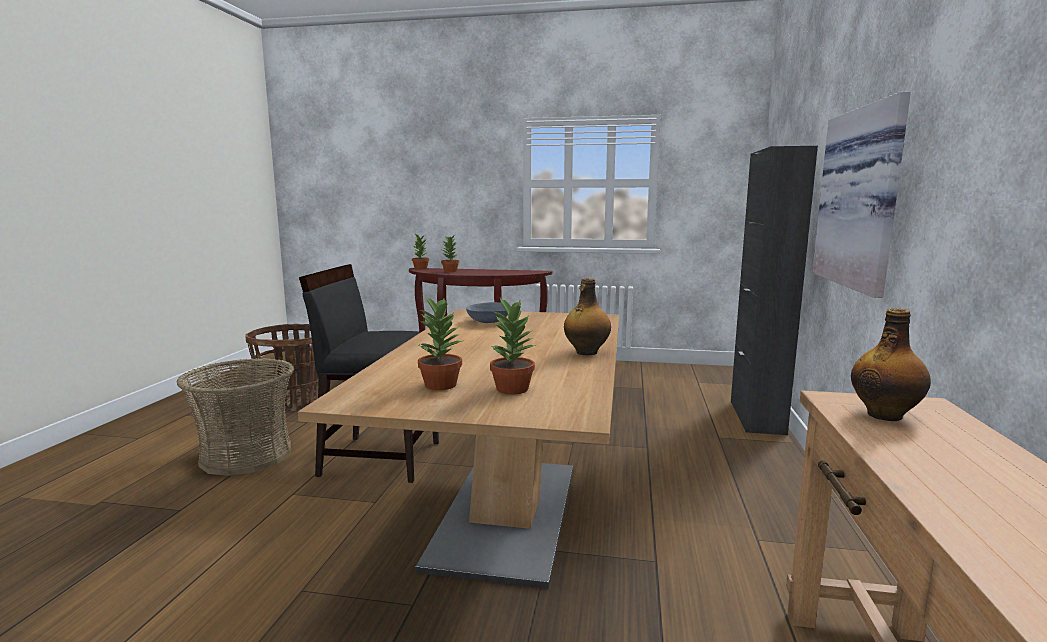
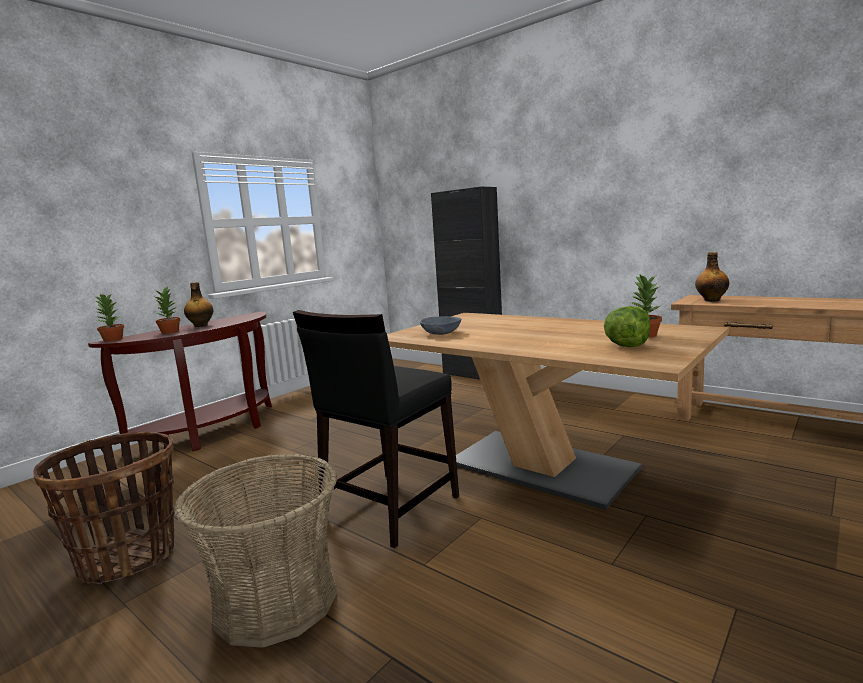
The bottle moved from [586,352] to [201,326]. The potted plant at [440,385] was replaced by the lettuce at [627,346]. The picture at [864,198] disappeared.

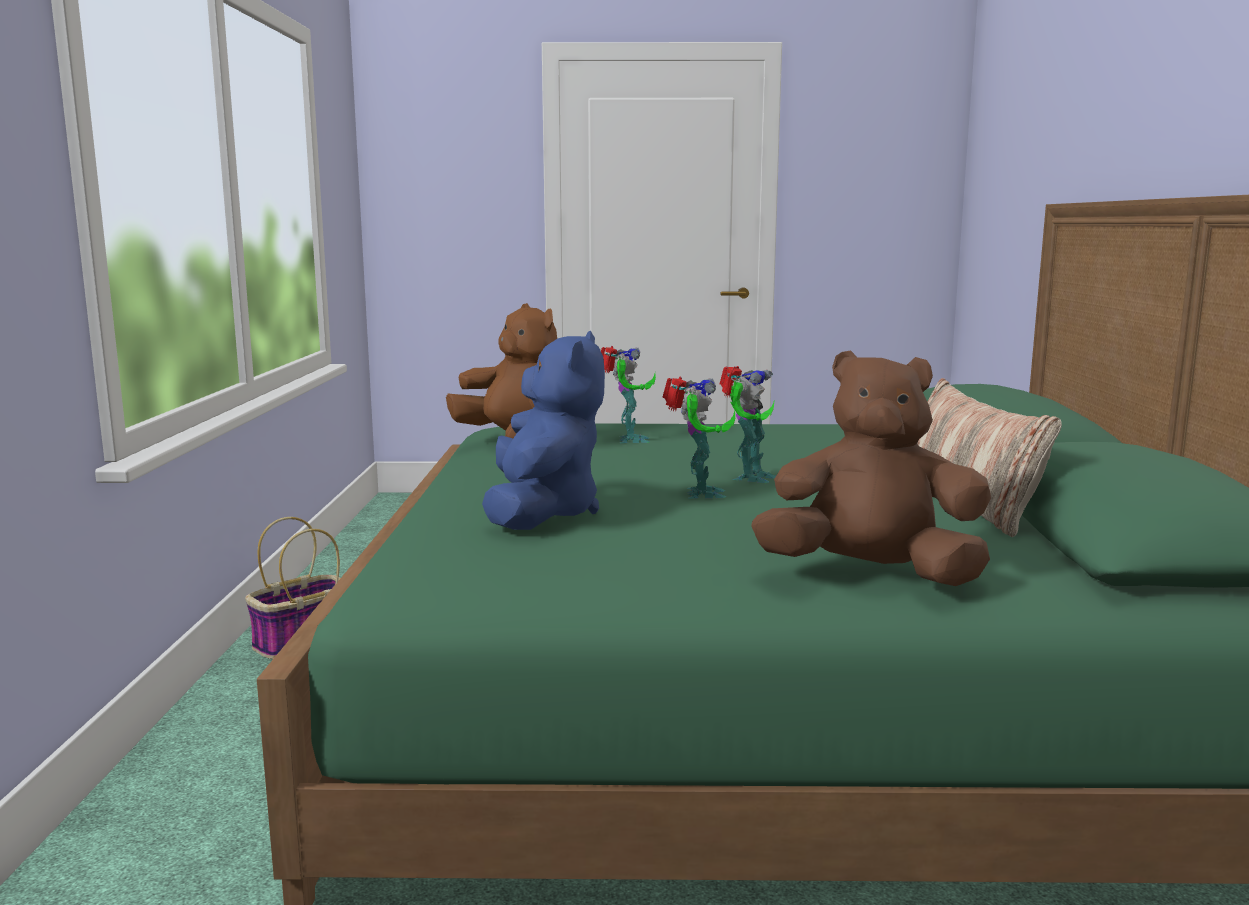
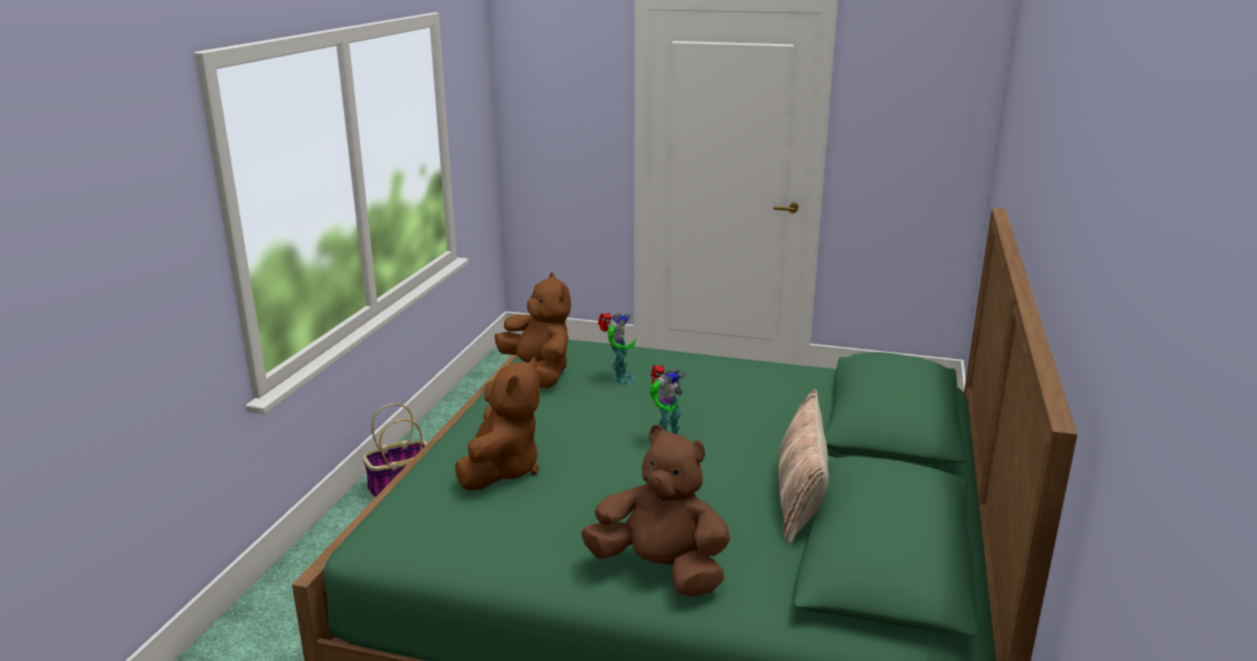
The blue plush toy at [542,513] became the brown plush toy at [502,469]. The toy robot at [699,494] disappeared.

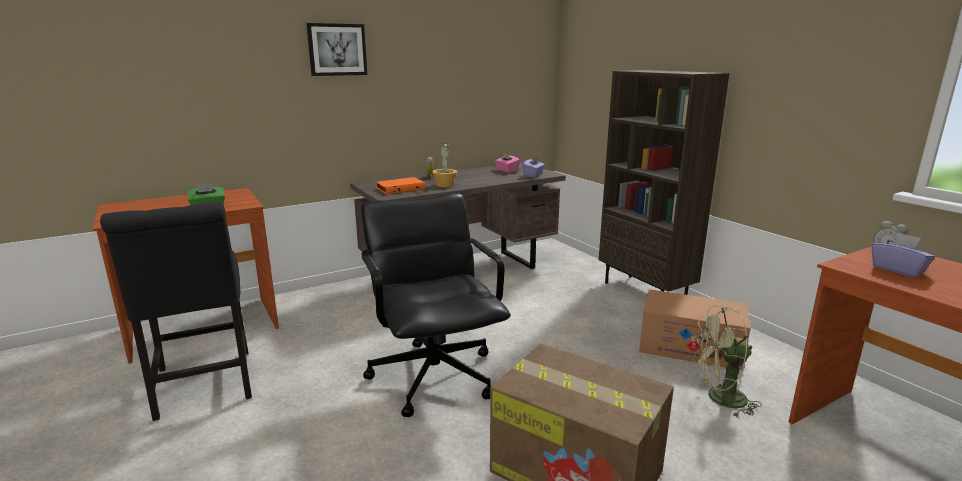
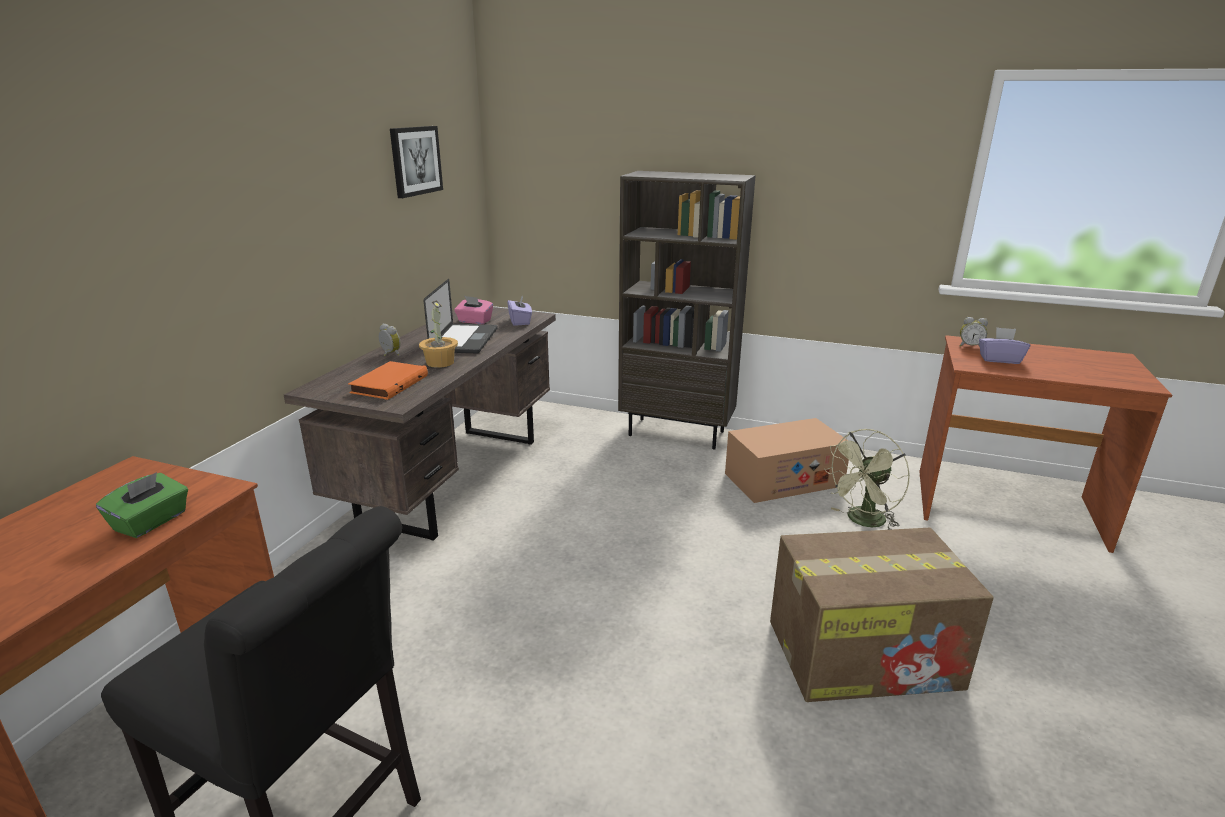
The picture moved from [337,49] to [415,161]. The laptop at [464,340] appeared. The black office chair at [434,375] disappeared.

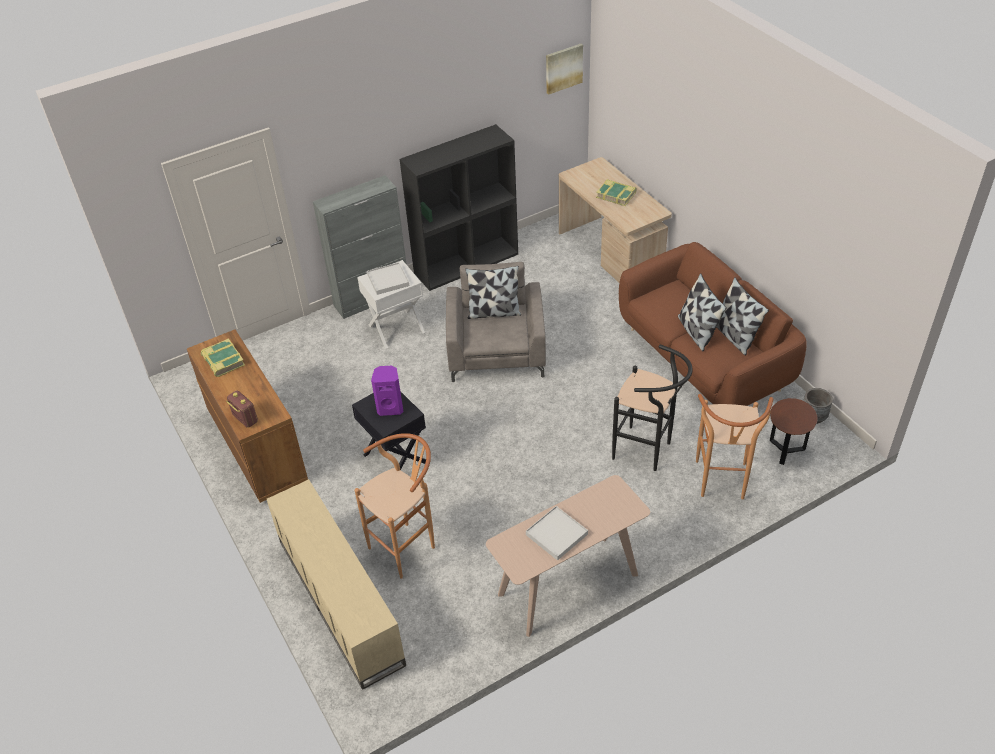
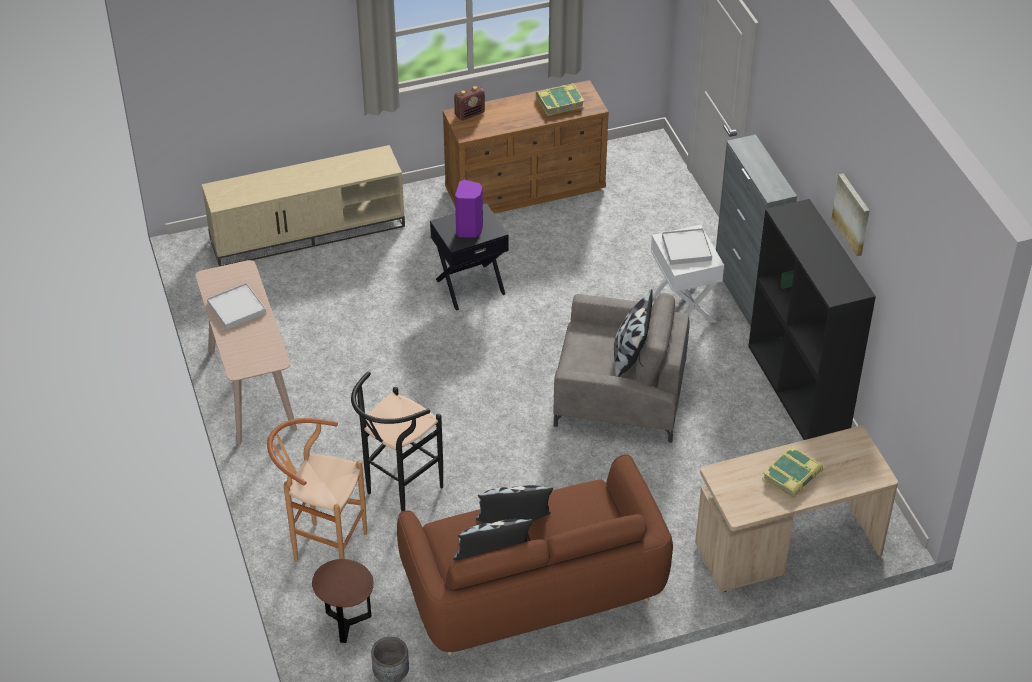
The picture moved from [563,68] to [852,214]. The brown stool at [407,545] disappeared.

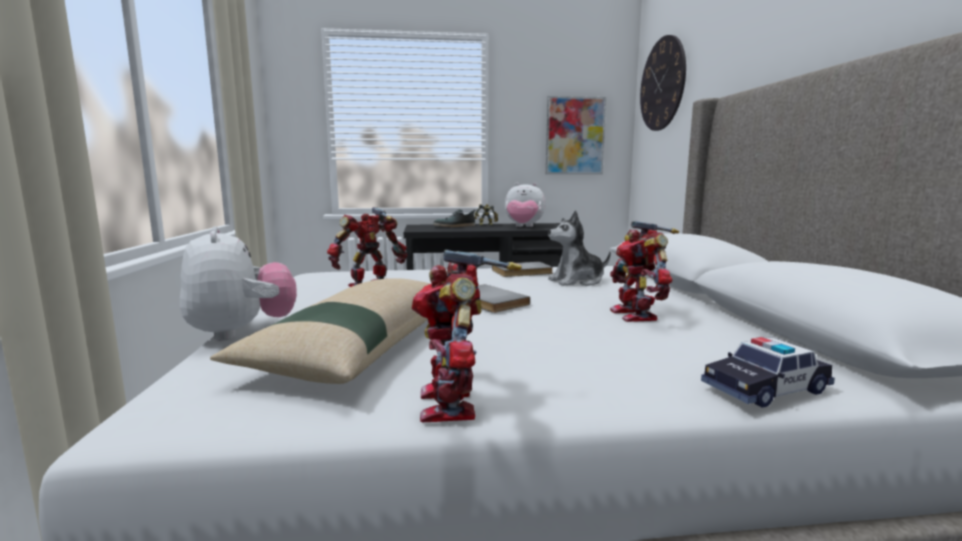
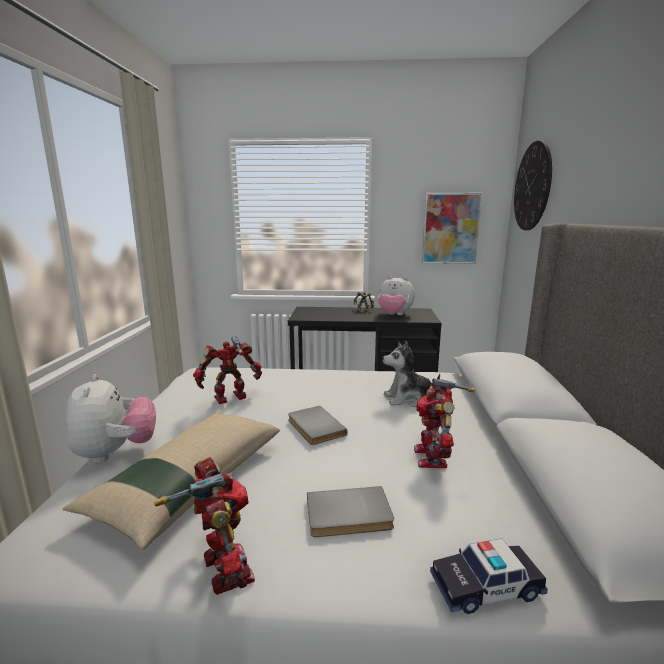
The toy robot at [453,404] turned 150 degrees clockwise. The grey book moved from [523,272] to [349,516]. The shoe at [455,226] disappeared.

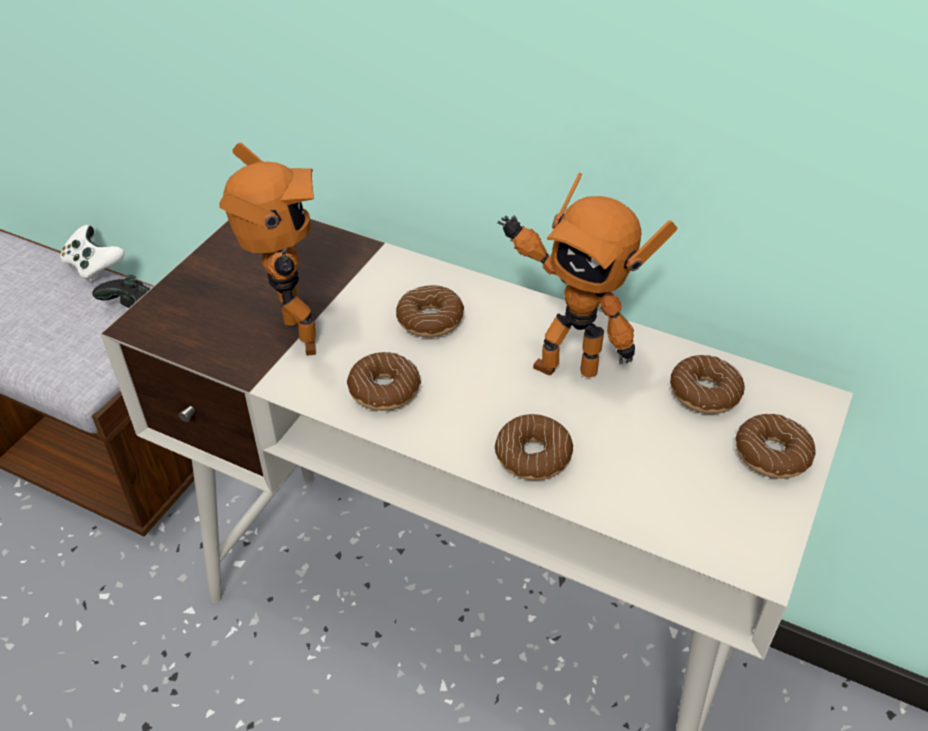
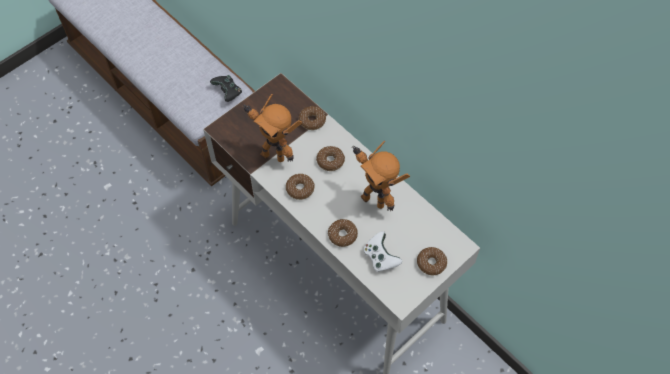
The toy robot at [292,340] turned 120 degrees clockwise. The donut moved from [704,393] to [312,121]. The white game controller moved from [94,266] to [380,257].

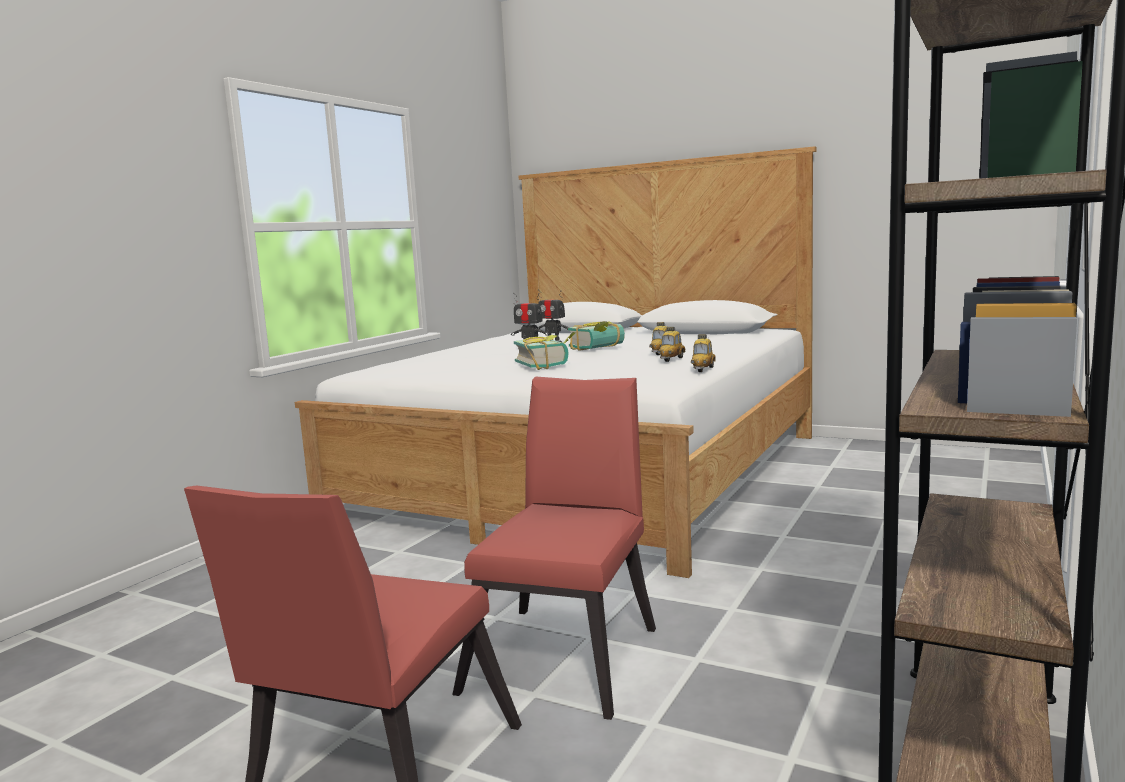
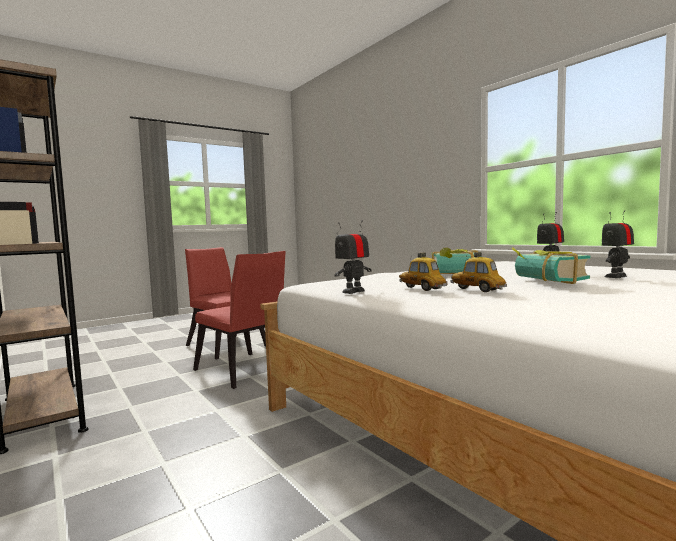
The toy car at [702,369] was replaced by the toy robot at [353,292].

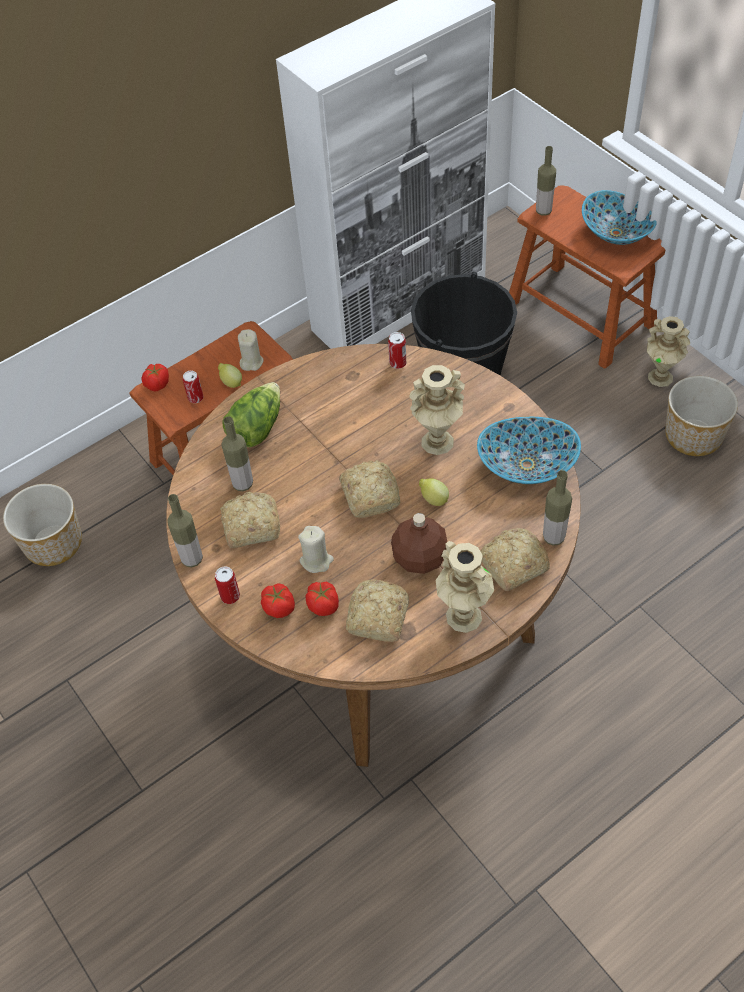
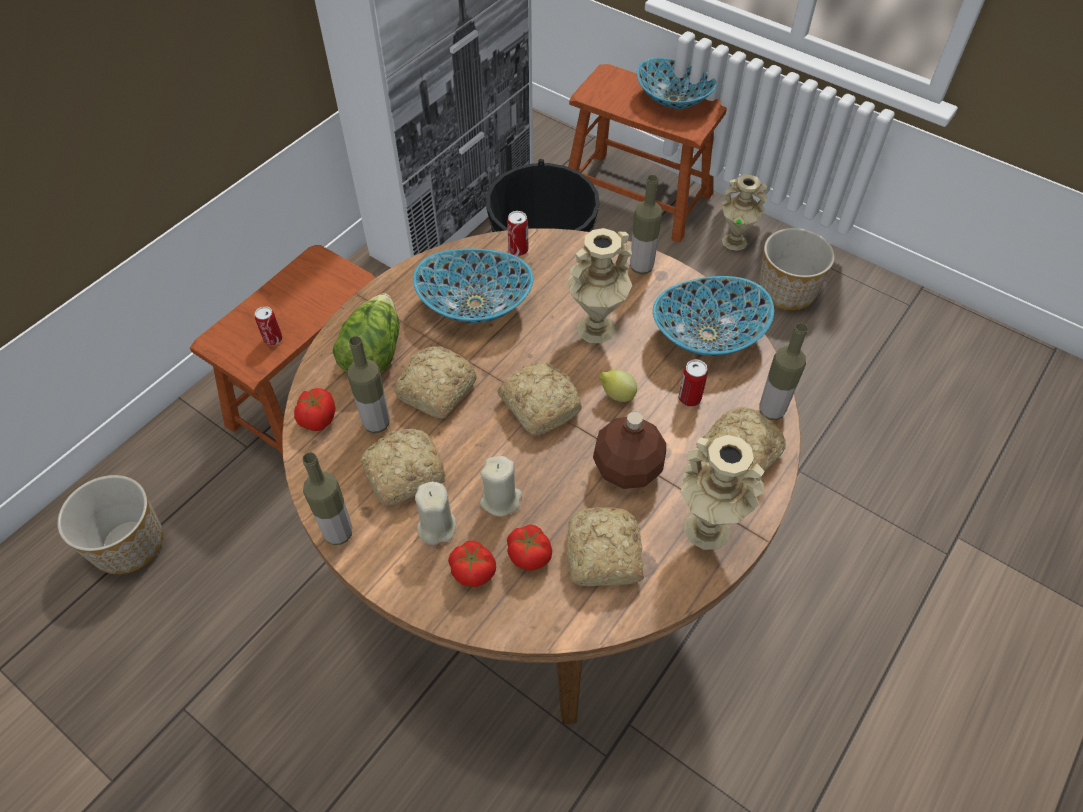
The tomato moved from [157,384] to [317,419]. The bread at [435,391] appeared. The bowl at [475,305] appeared. The beige candle moved from [251,362] to [436,526]. The bottle moved from [543,211] to [641,267]. The can moved from [230,596] to [689,398]. The lemon at [231,383] disappeared.

